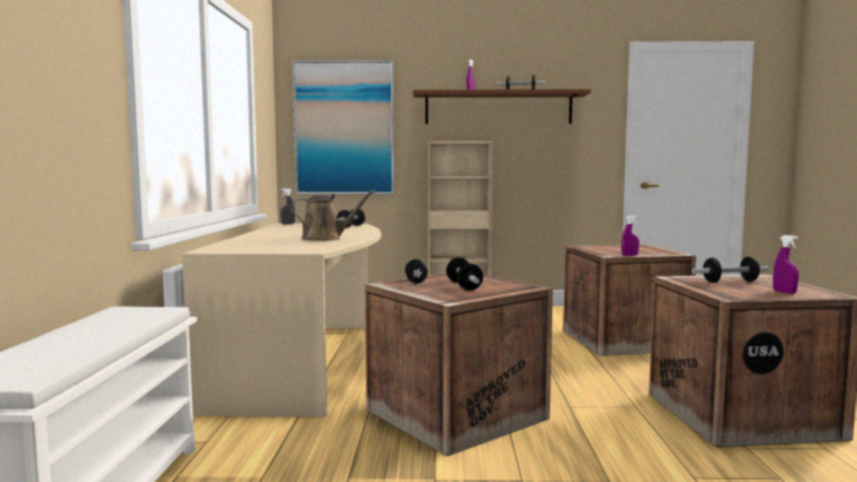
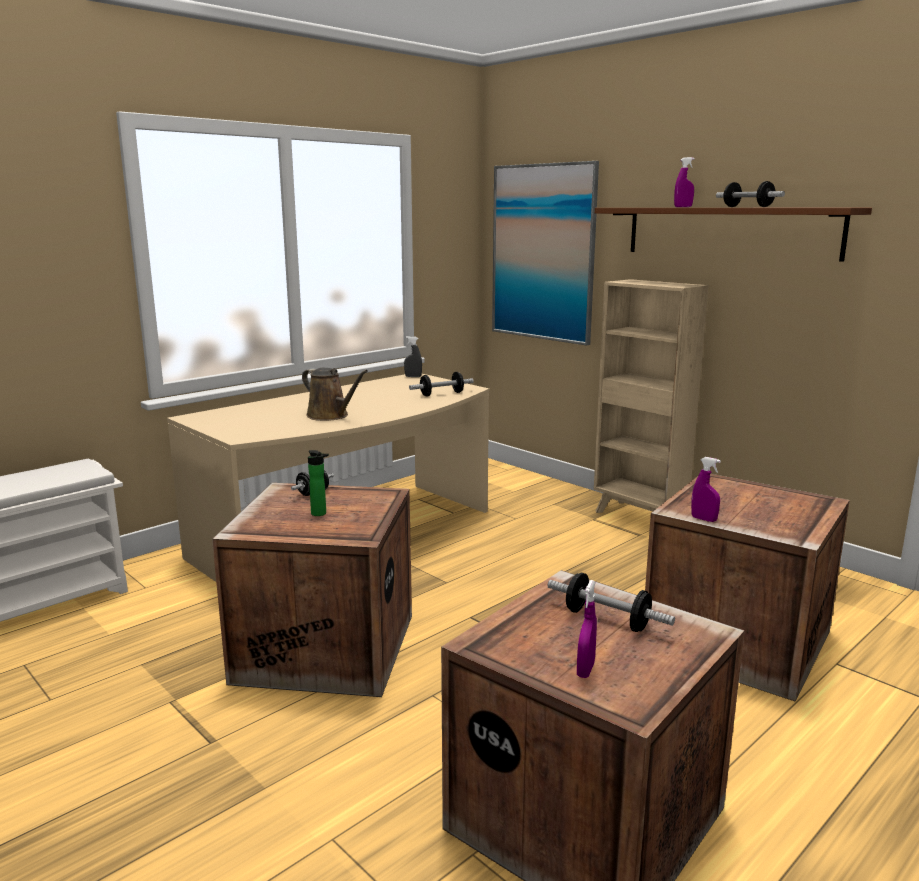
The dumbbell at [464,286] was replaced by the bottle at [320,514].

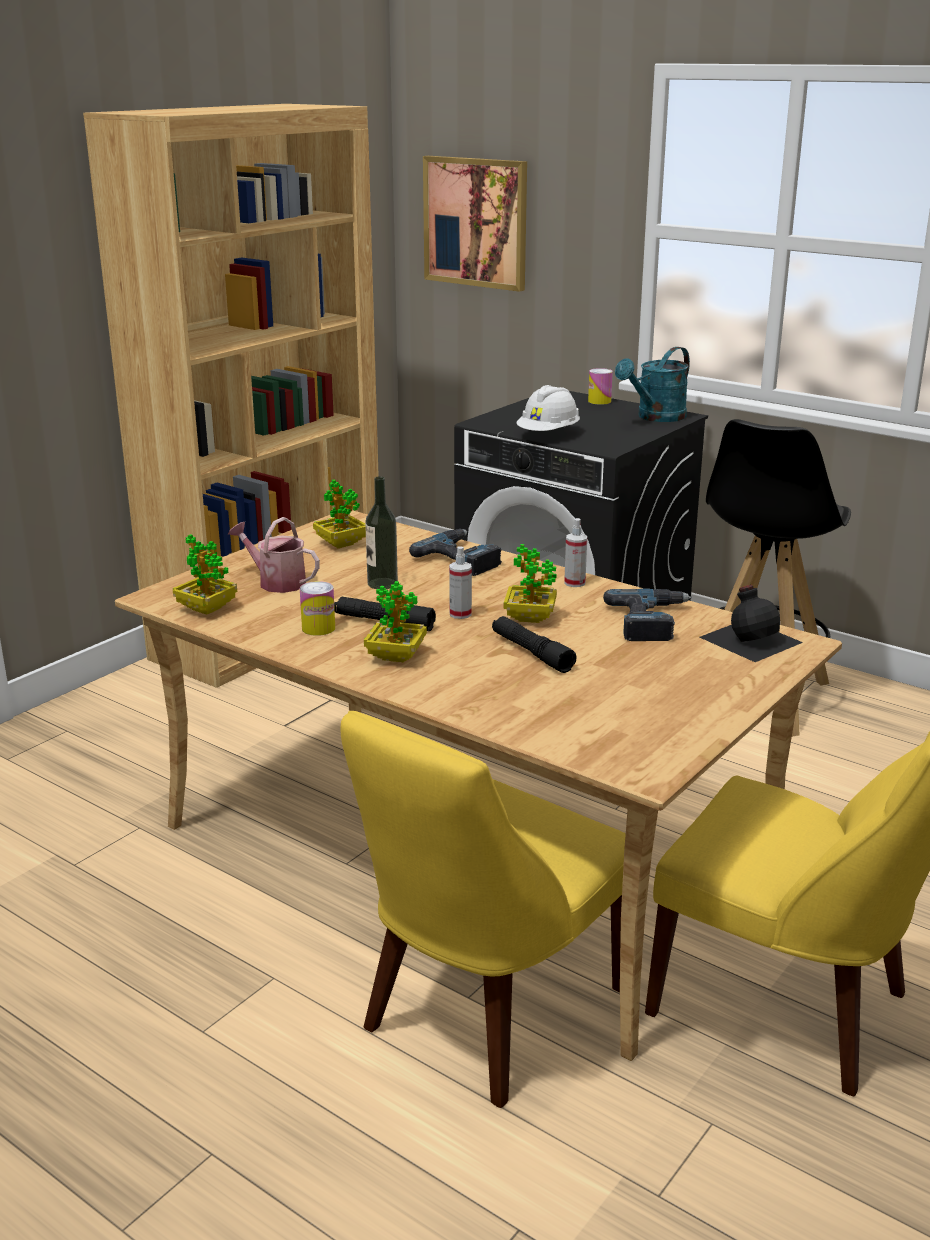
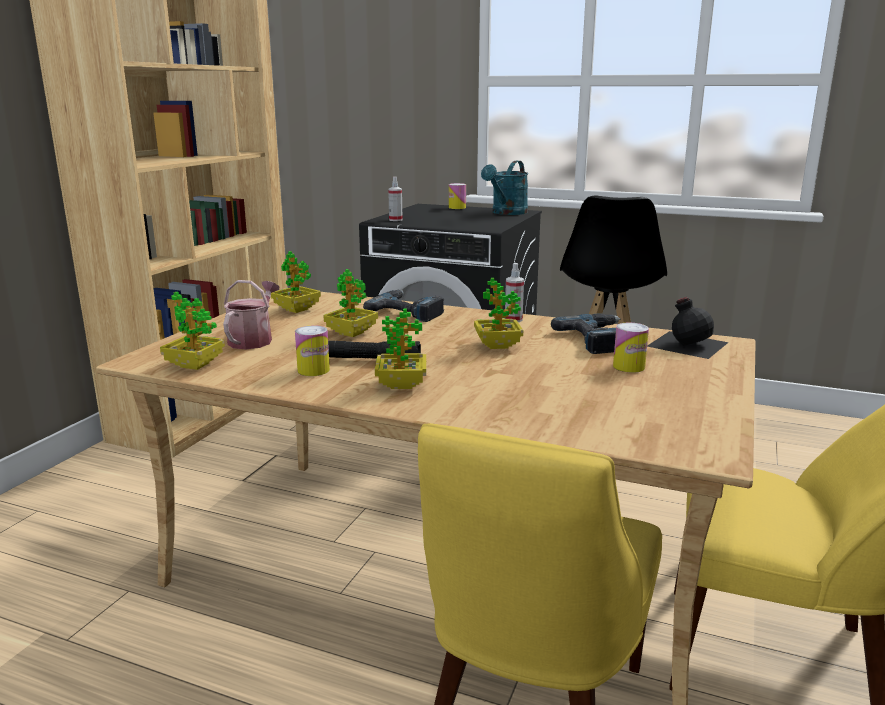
The watering can at [276,582] turned 90 degrees clockwise. The bottle at [382,583] was replaced by the potted plant at [351,333]. The spray bottle moved from [460,614] to [395,220]. The can at [628,366] appeared. The picture at [476,222] disappeared. The black flashlight at [531,653] disappeared. The white hard hat at [548,434] disappeared.

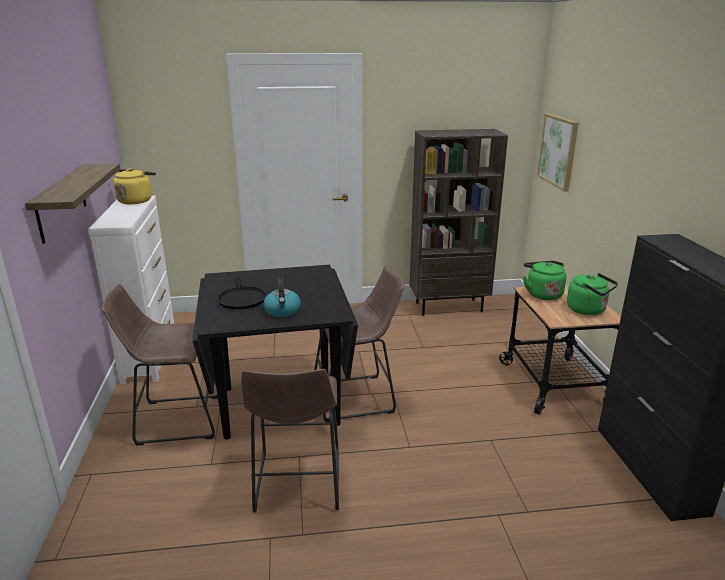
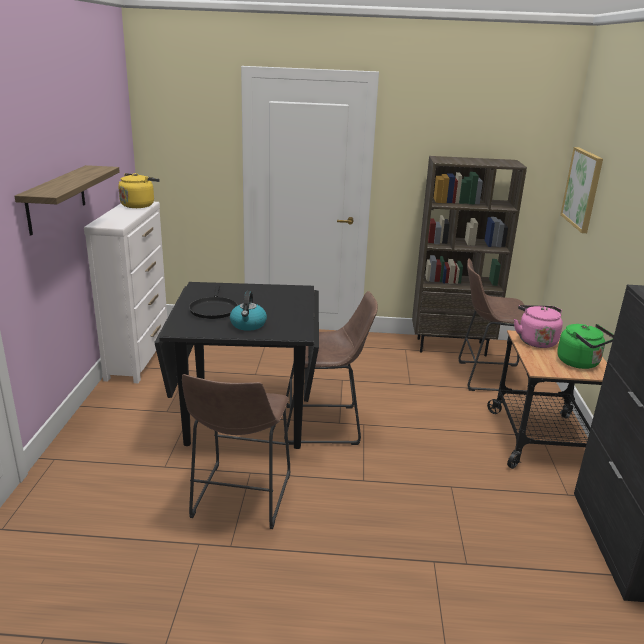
The brown stool moved from [173,419] to [488,377]. The green kettle at [542,294] became the pink kettle at [535,340].

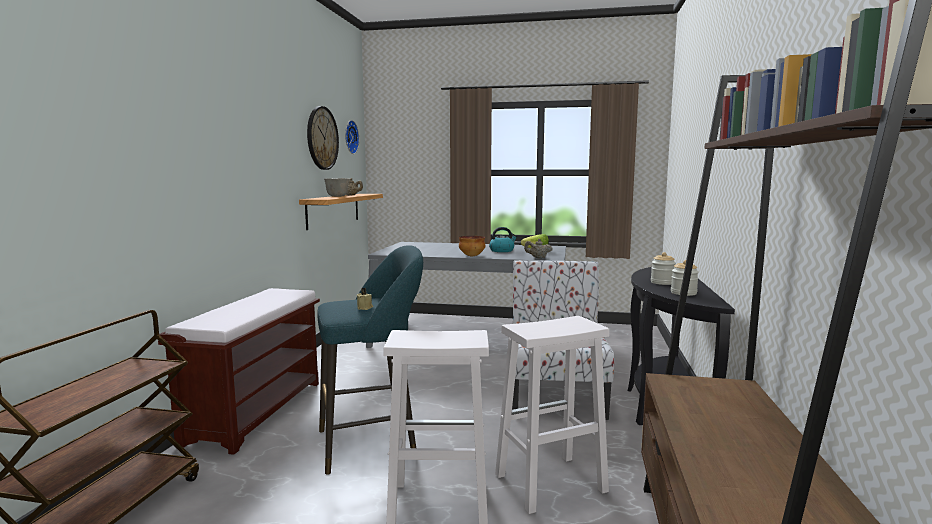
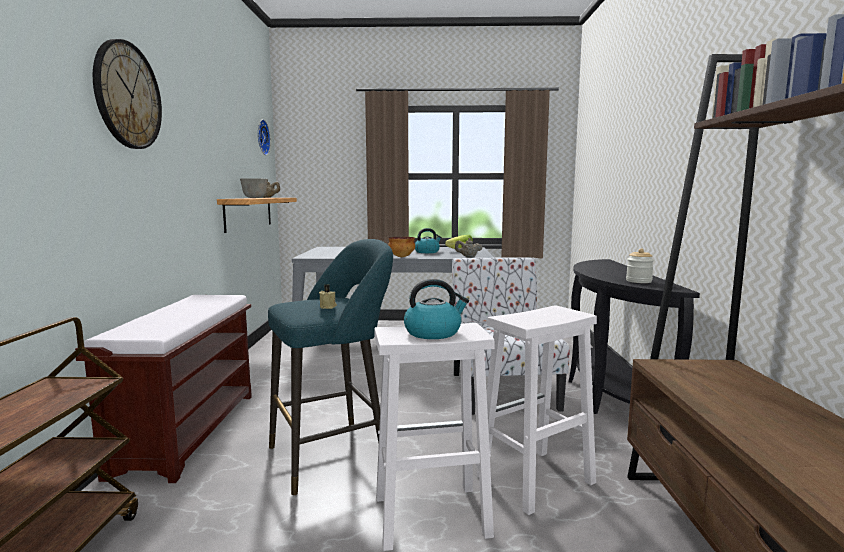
The wall clock moved from [322,138] to [127,95]. The kettle at [433,332] appeared. The jar at [662,282] disappeared.

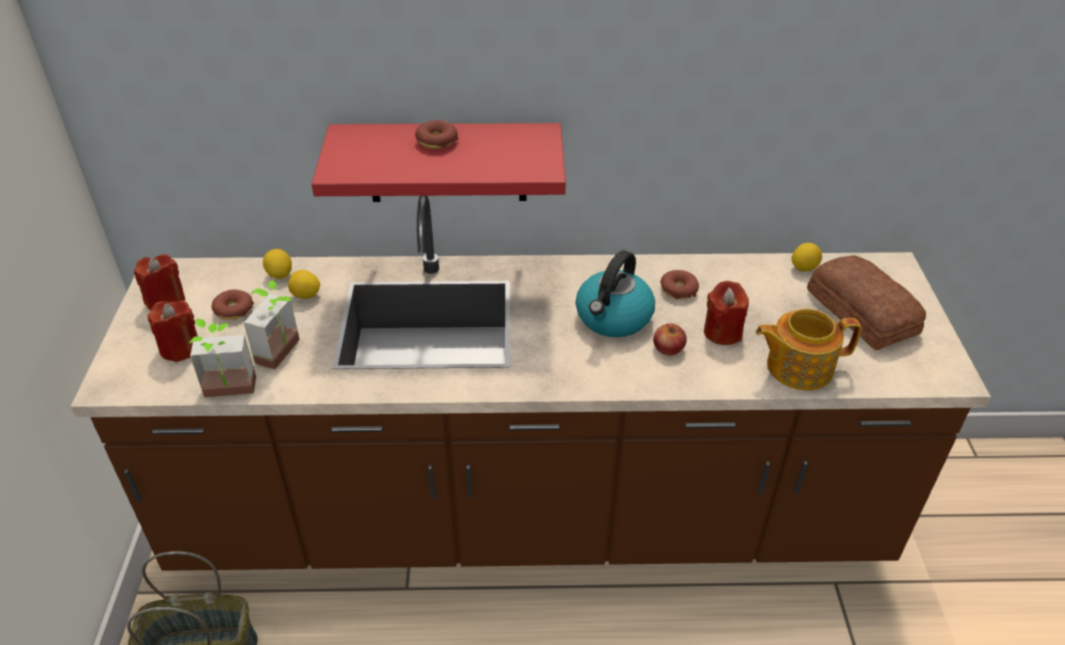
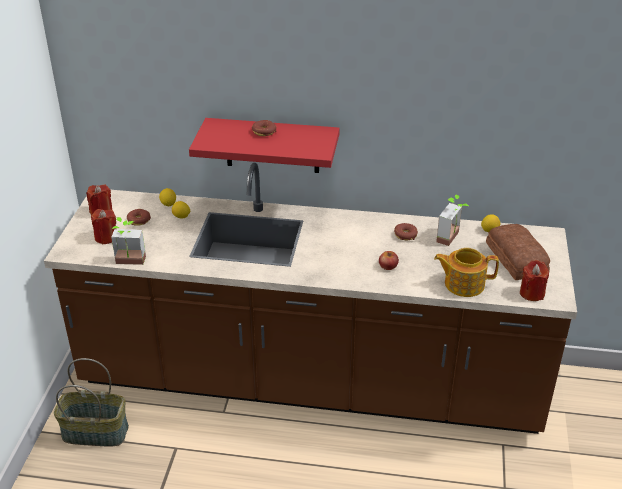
The potted plant moved from [286,353] to [452,238]. The red candle moved from [722,332] to [532,293]. The kettle at [613,318] disappeared.

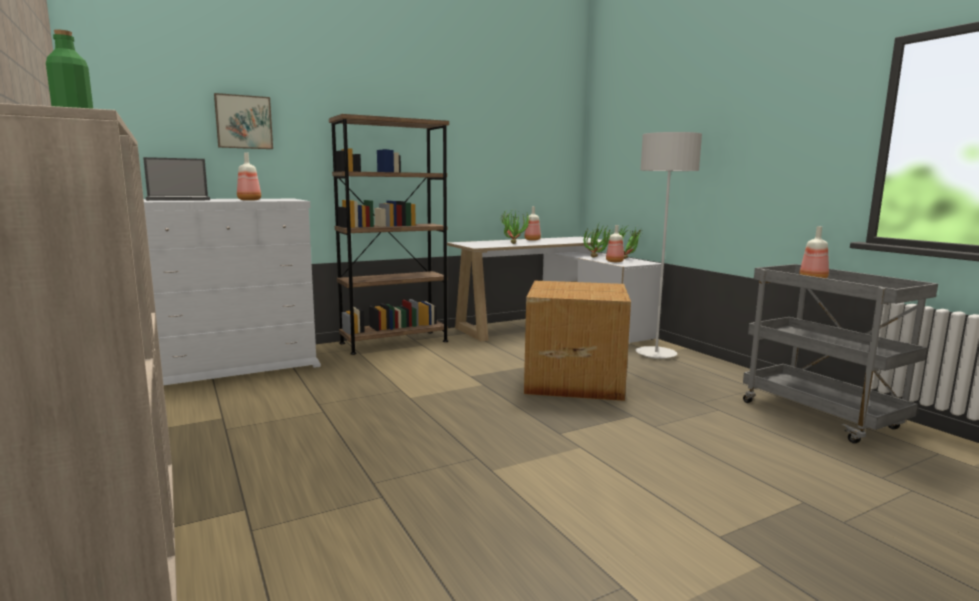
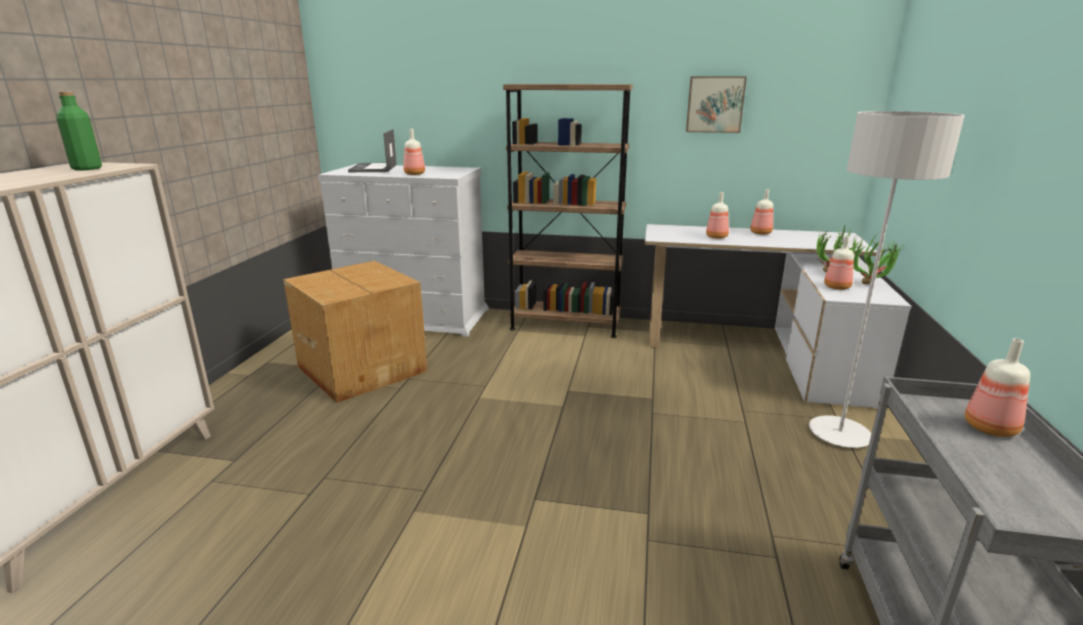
The cardboard box moved from [572,380] to [363,368]. The laptop at [179,199] turned 75 degrees clockwise. The picture moved from [243,122] to [715,104]. The potted plant at [513,243] was replaced by the bottle at [717,237].

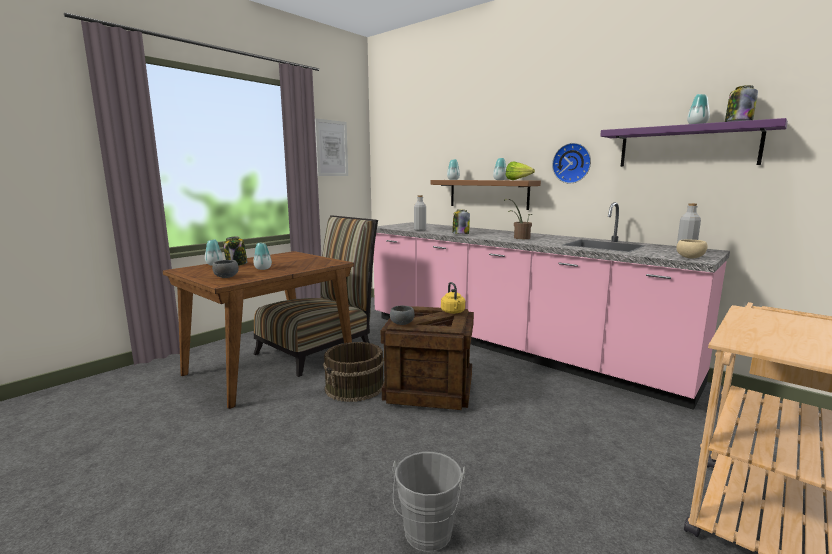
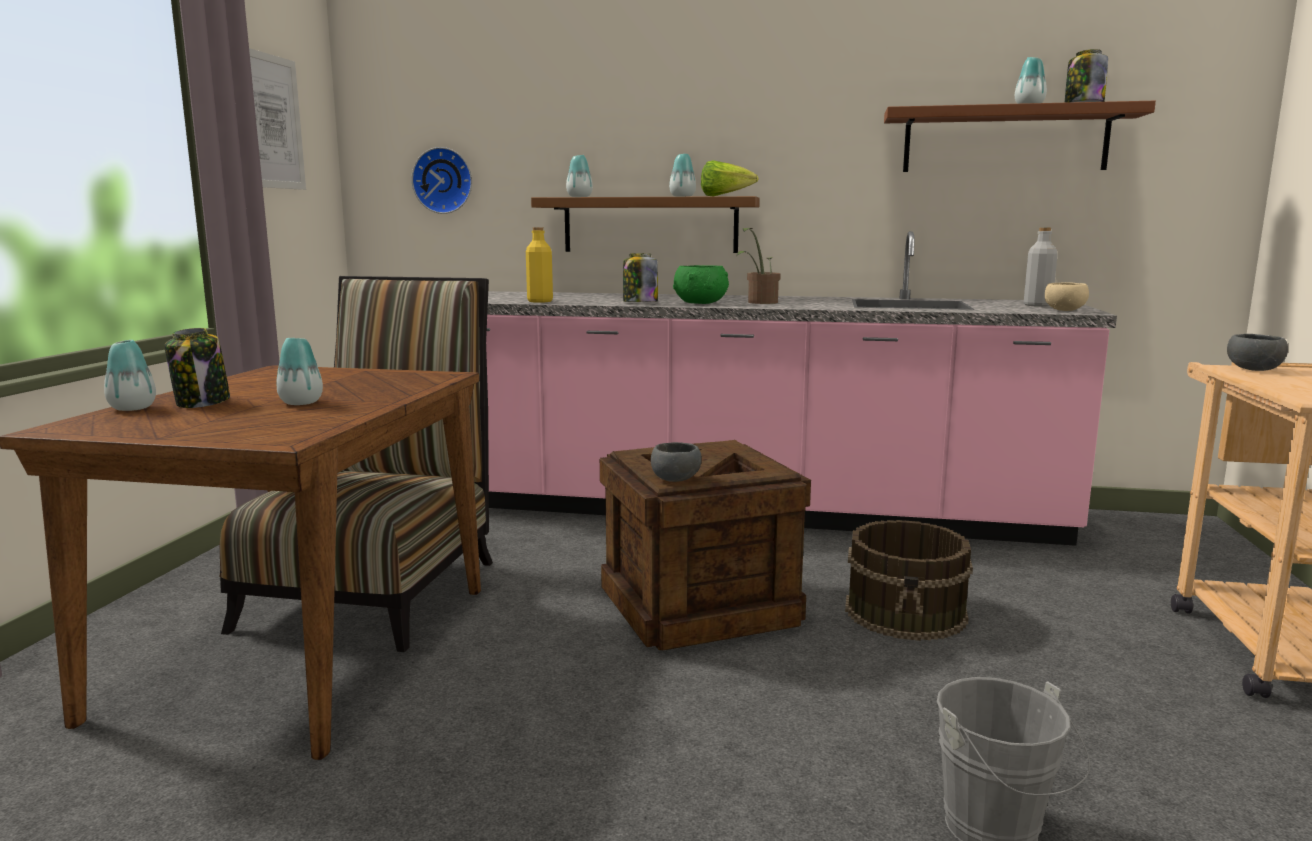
The wall clock moved from [572,163] to [444,180]. The grey bottle at [420,230] became the yellow bottle at [540,301]. The green bowl at [701,303] appeared. The brown bucket moved from [355,387] to [906,612]. The purple shelf at [687,146] became the brown shelf at [1004,140]. The grey bowl moved from [225,277] to [1252,369]. The yellow kettle at [453,312] disappeared.

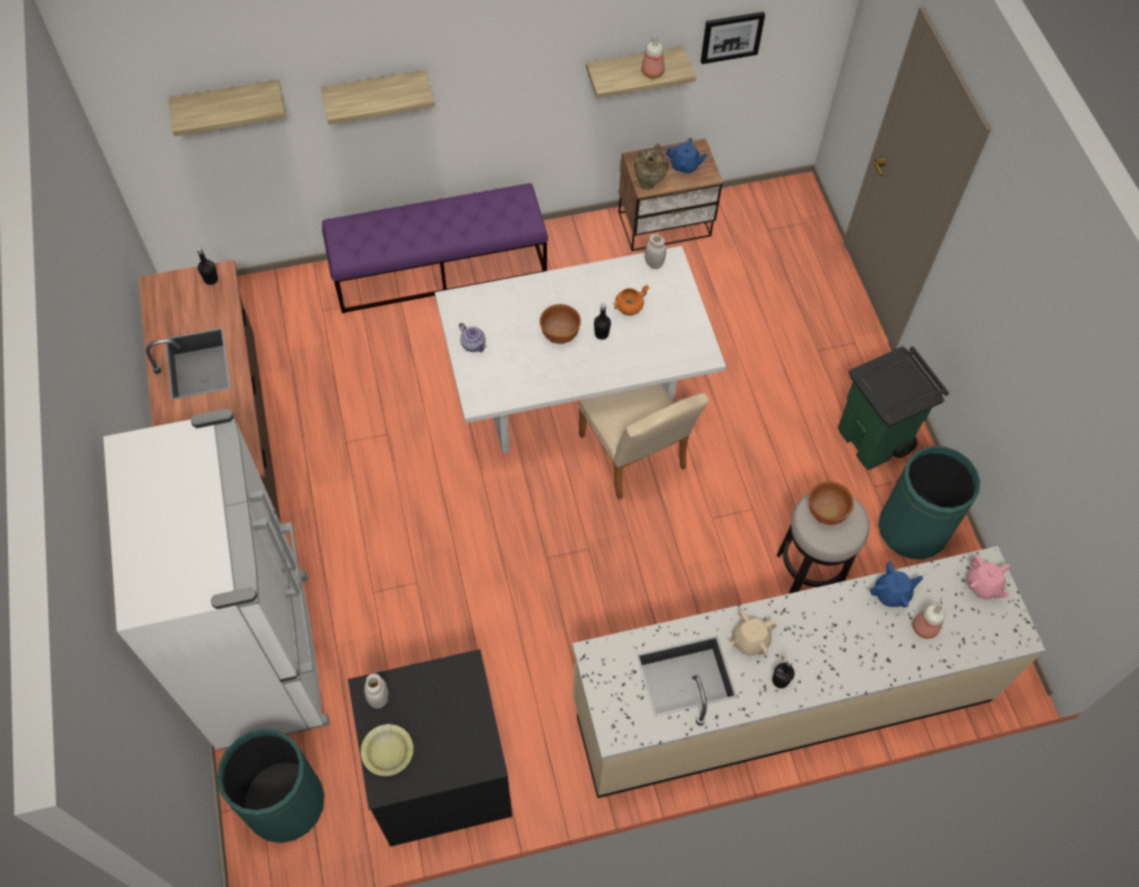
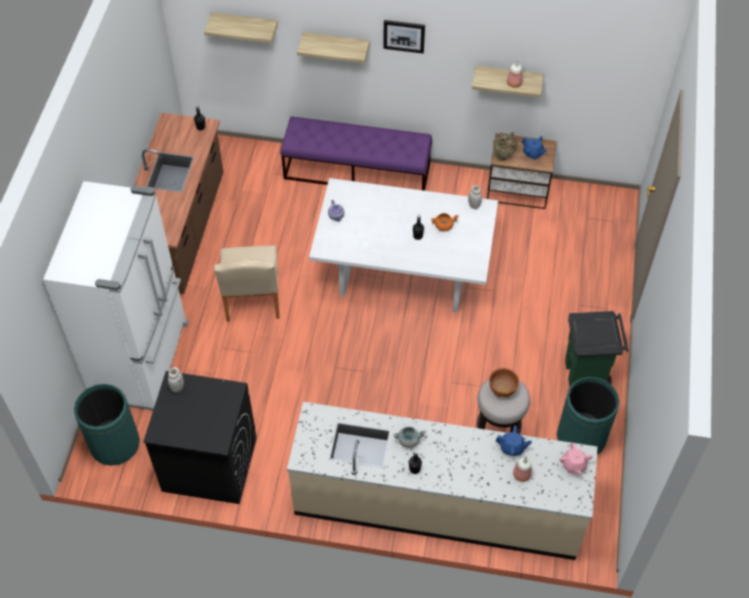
The beige chair moved from [635,457] to [252,301]. The picture moved from [731,36] to [404,35]. The beige teapot at [749,640] was replaced by the grey cooking pot at [408,440]. The yellow bowl at [388,752] disappeared. The brown bowl at [560,334] disappeared.

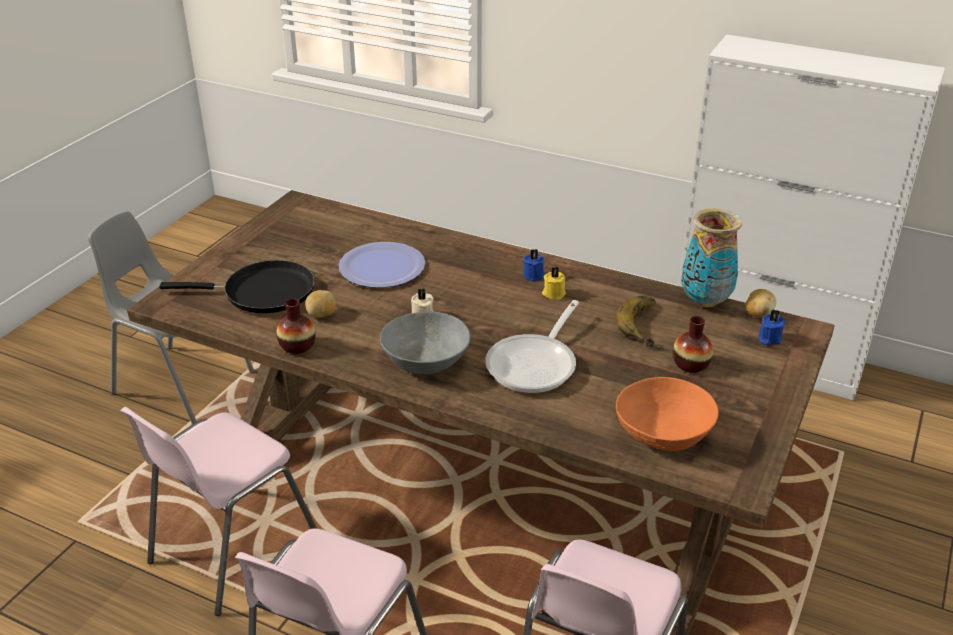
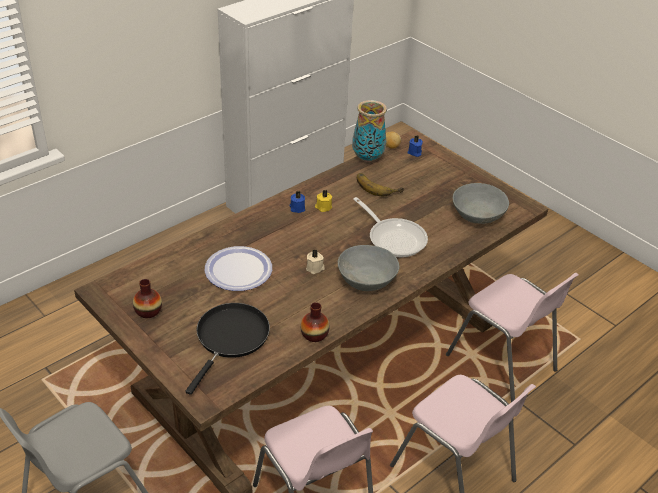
The vase moved from [690,364] to [148,311]. The orange bowl at [664,433] became the grey bowl at [477,215]. The potato at [322,315] disappeared.

